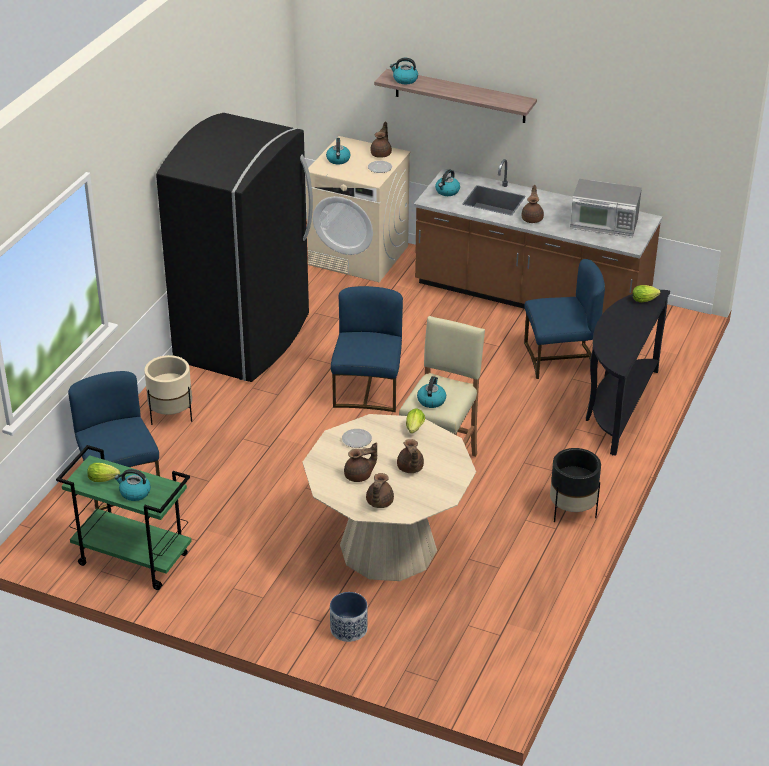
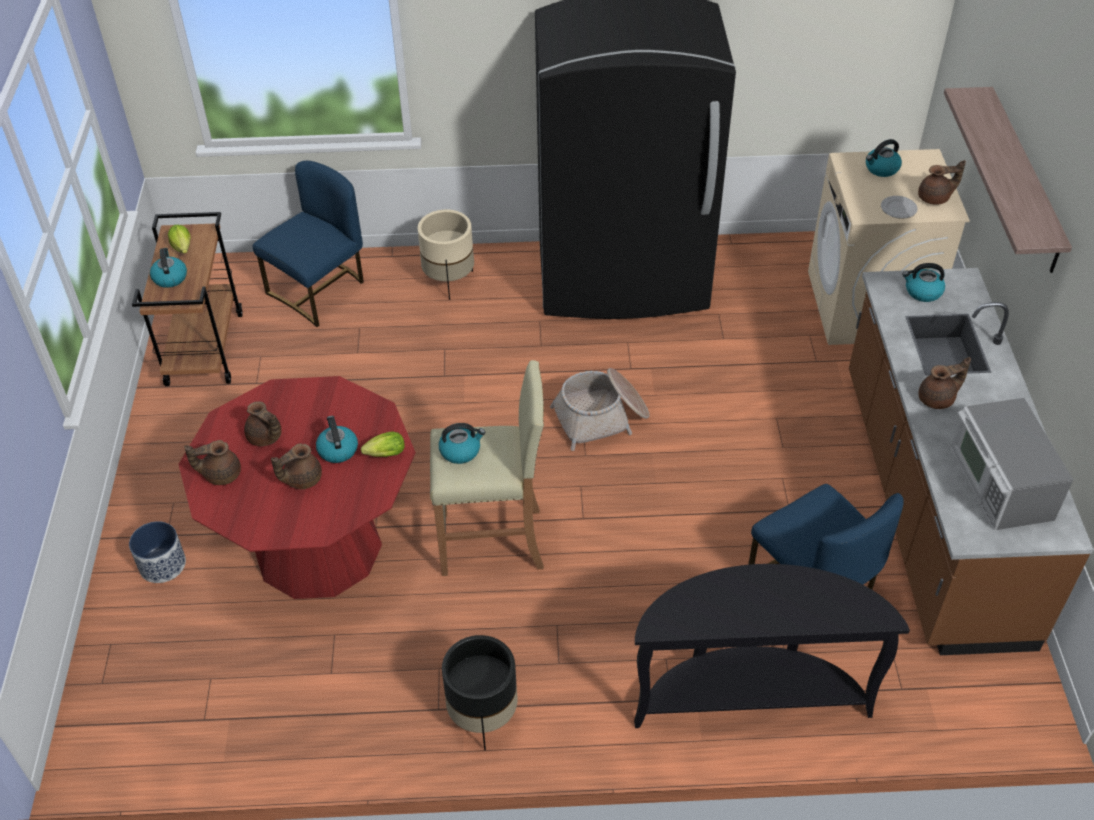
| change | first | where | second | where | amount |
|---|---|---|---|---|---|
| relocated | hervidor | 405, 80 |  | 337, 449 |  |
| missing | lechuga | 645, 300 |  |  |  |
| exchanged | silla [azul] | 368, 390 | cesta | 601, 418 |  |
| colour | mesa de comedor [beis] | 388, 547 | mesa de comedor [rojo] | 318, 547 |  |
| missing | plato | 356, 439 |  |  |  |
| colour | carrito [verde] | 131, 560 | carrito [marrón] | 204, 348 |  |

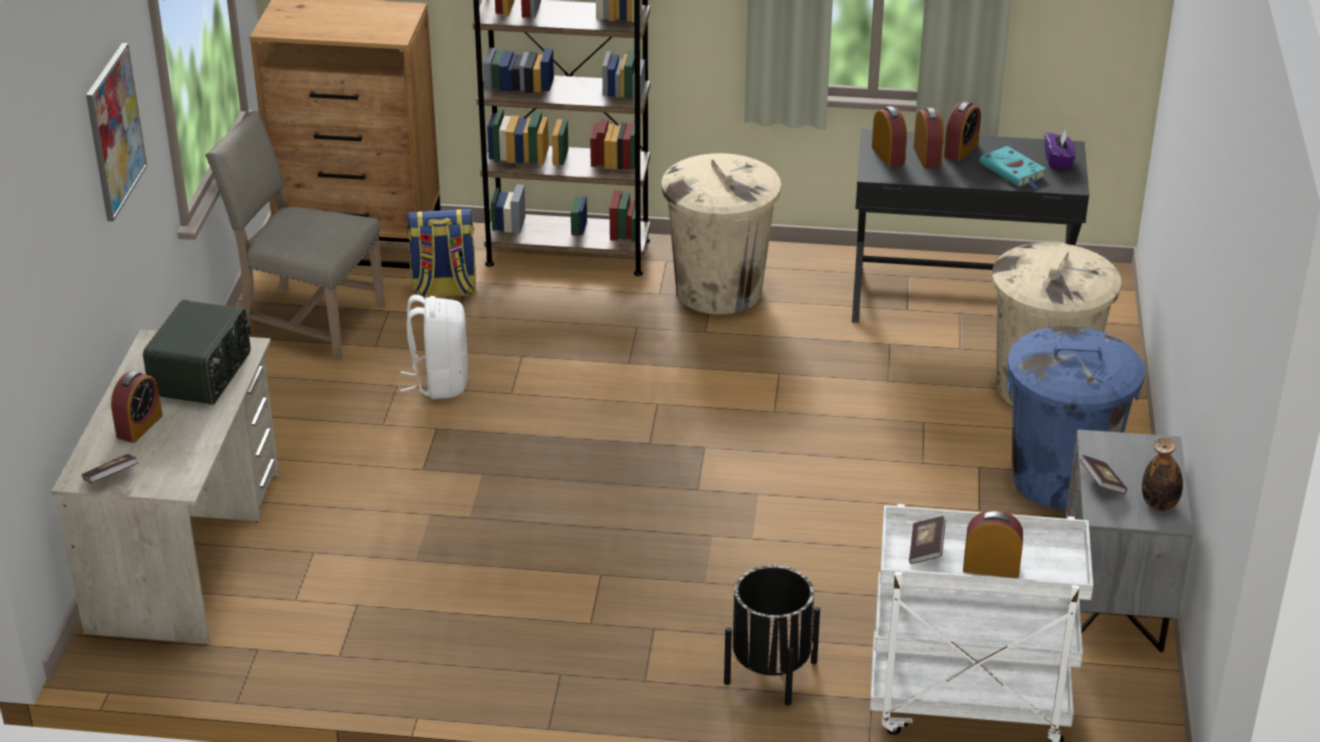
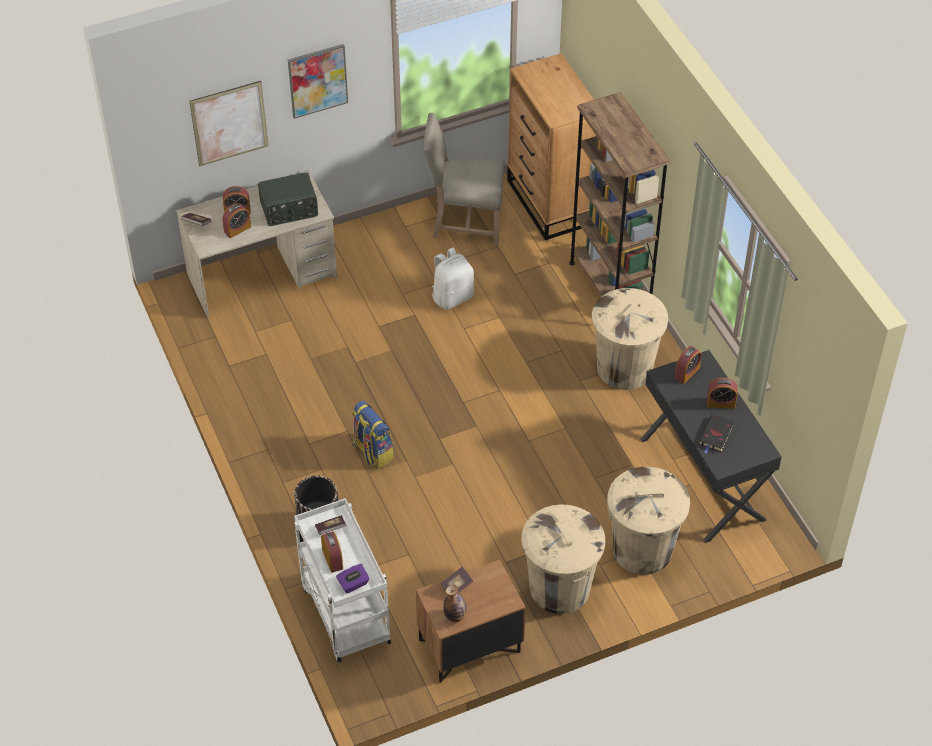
| change | first | where | second | where | amount |
|---|---|---|---|---|---|
| relocated | despertador | 927, 157 |  | 237, 229 |  |
| spun | silla [beis] | 307, 321 |  | 465, 221 | 75 degrees counterclockwise |
| relocated | caja de pañuelos [morado] | 1058, 161 |  | 353, 584 |  |
| colour | libro [turquesa] | 1013, 171 | libro [negro] | 715, 436 |  |
| relocated | mochila | 443, 291 |  | 372, 452 |  |
| colour | papelera [azul] | 1060, 479 | papelera [beis] | 559, 588 |  |
| colour | mesita de noche [gris] | 1113, 599 | mesita de noche [marrón] | 469, 647 |  |
| appeared |  |  | cuadro | 229, 123 |  |

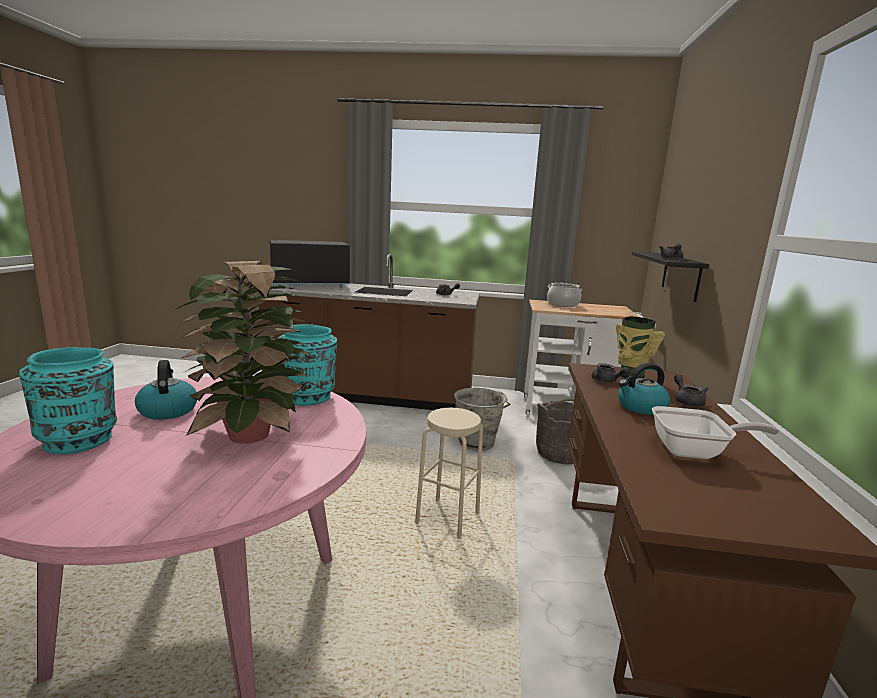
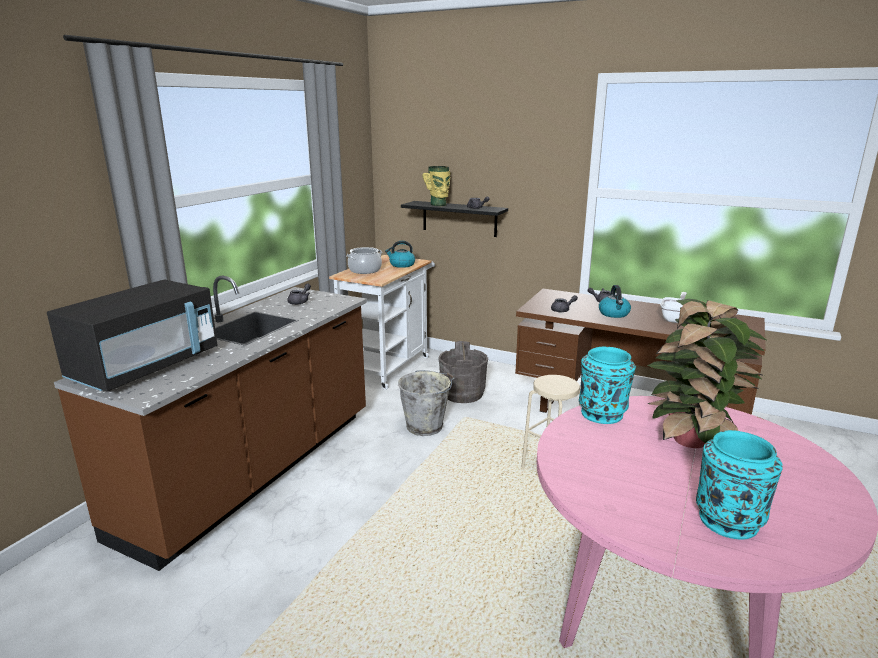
| change | first | where | second | where | amount |
|---|---|---|---|---|---|
| spun | microondas [negro] | 309, 284 |  | 146, 367 | 150 degrees counterclockwise |
| relocated | florero | 629, 376 |  | 439, 205 |  |
| relocated | hervidor | 167, 410 |  | 401, 265 |  |

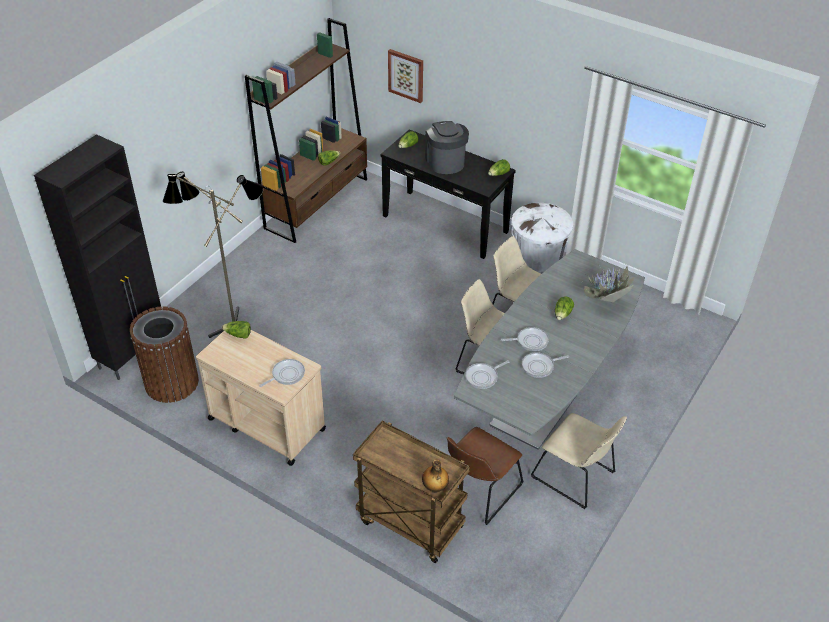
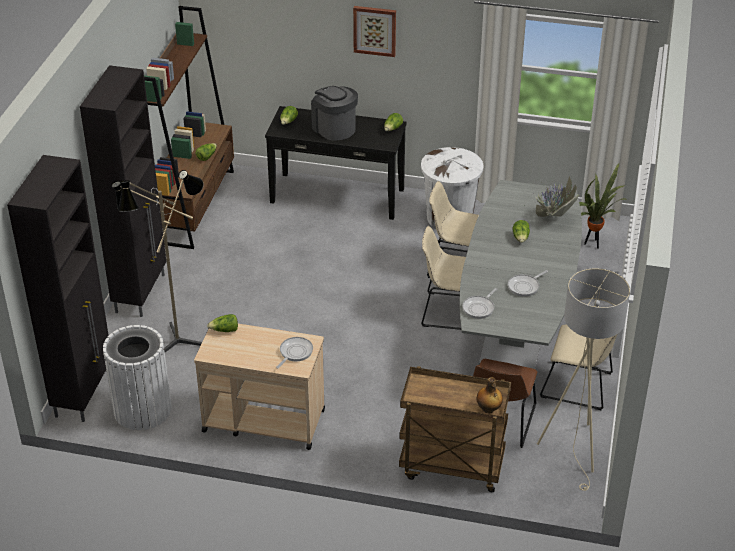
| change | first | where | second | where | amount |
|---|---|---|---|---|---|
| relocated | cuadro | 406, 75 |  | 375, 30 |  |
| colour | papelera [marrón] | 171, 382 | papelera [blanco] | 142, 409 |  |
| missing | sartén | 530, 341 |  |  |  |
| appeared |  |  | armario [negro] | 141, 293 |  |
| appeared |  |  | planta en maceta | 593, 243 |  |
| appeared |  |  | lámpara de pie [beis] | 576, 450 |  |

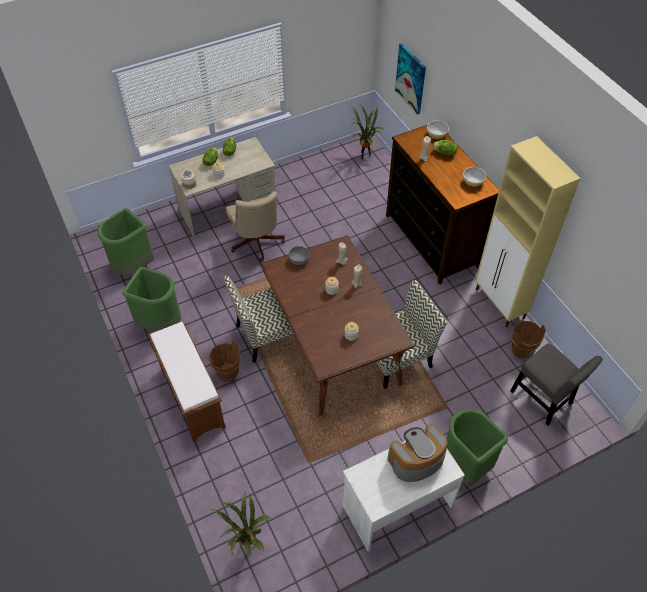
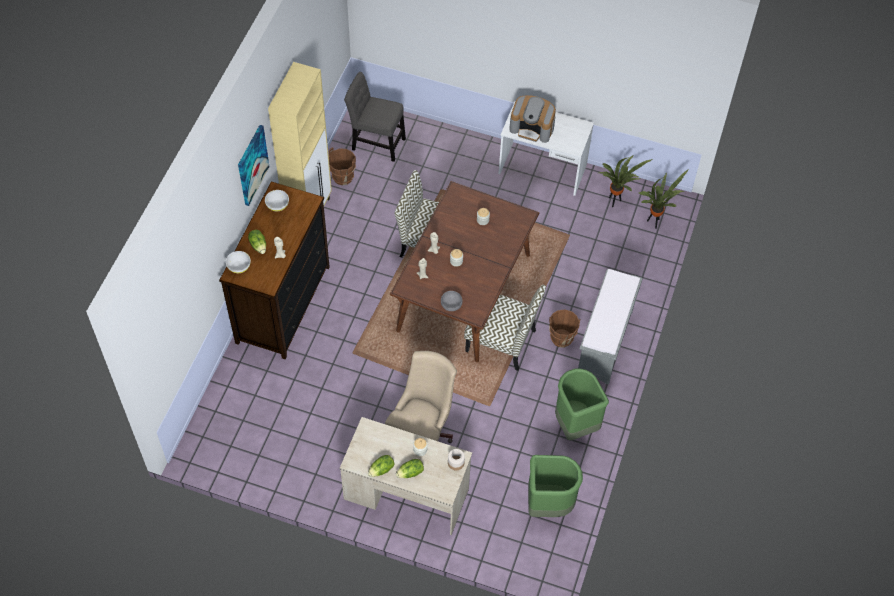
| change | first | where | second | where | amount |
|---|---|---|---|---|---|
| relocated | cuadro | 411, 78 |  | 252, 165 |  |
| relocated | planta en maceta | 364, 156 |  | 615, 202 |  |
| colour | banco [marrón] | 191, 397 | banco [gris] | 605, 343 |  |
| spun | silla [gris] | 543, 400 |  | 376, 142 | 75 degrees counterclockwise |
| missing | papelera [verde] | 464, 466 |  |  |  |

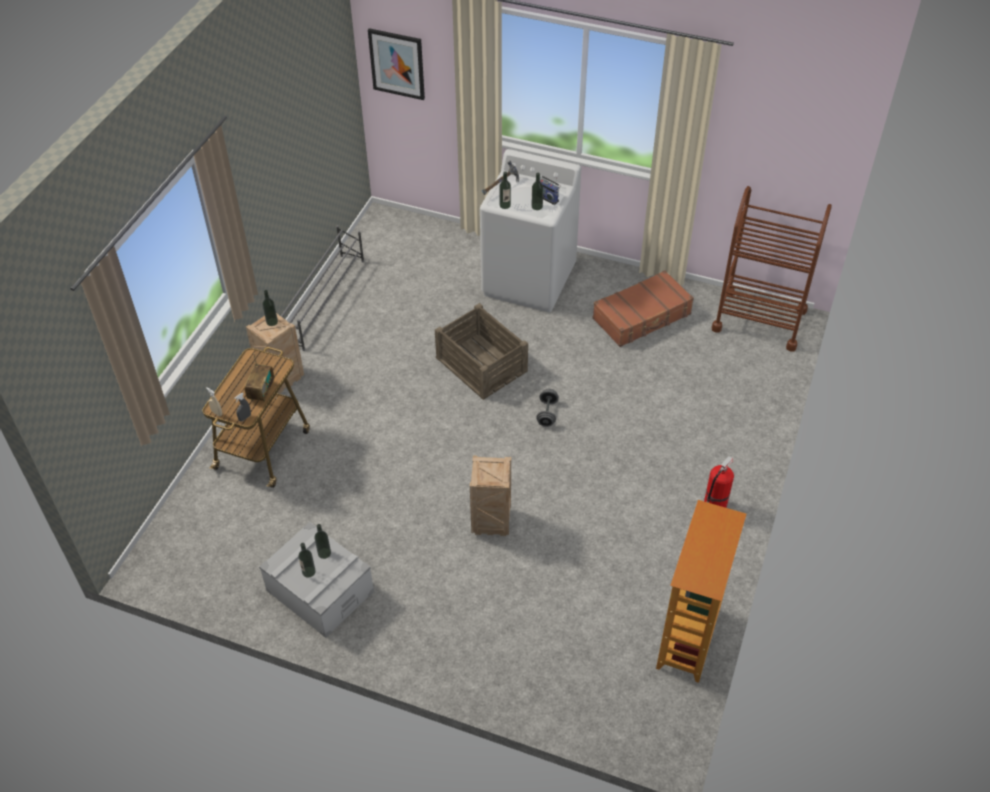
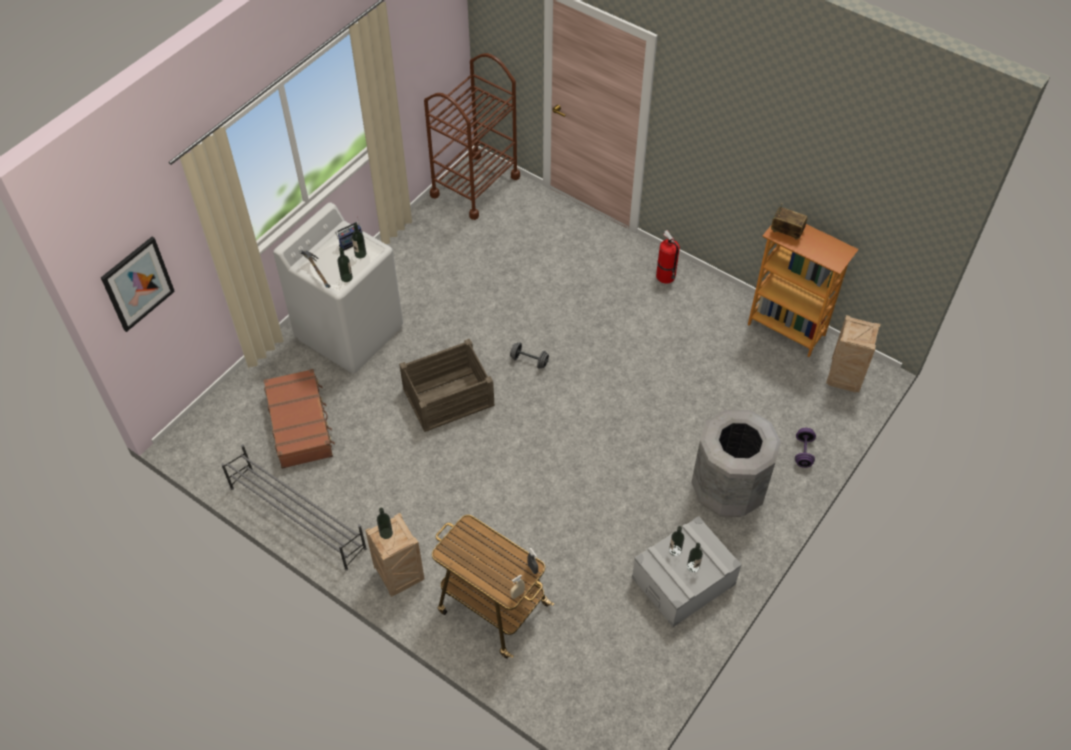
| change | first | where | second | where | amount |
|---|---|---|---|---|---|
| relocated | maleta [marrón] | 642, 317 |  | 300, 424 |  |
| relocated | radio | 261, 391 |  | 786, 231 |  |
| relocated | caja de embalaje | 490, 522 |  | 844, 379 |  |
| appeared |  |  | papelera [gris] | 728, 490 |  |
| appeared |  |  | mancuerna [morado] | 803, 452 |  |

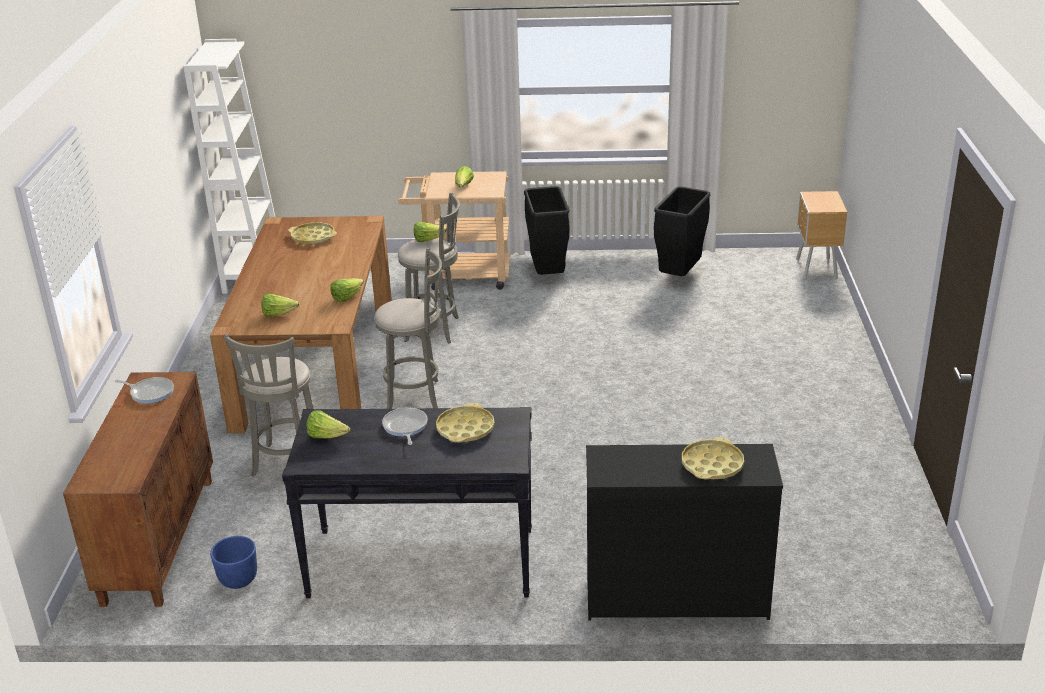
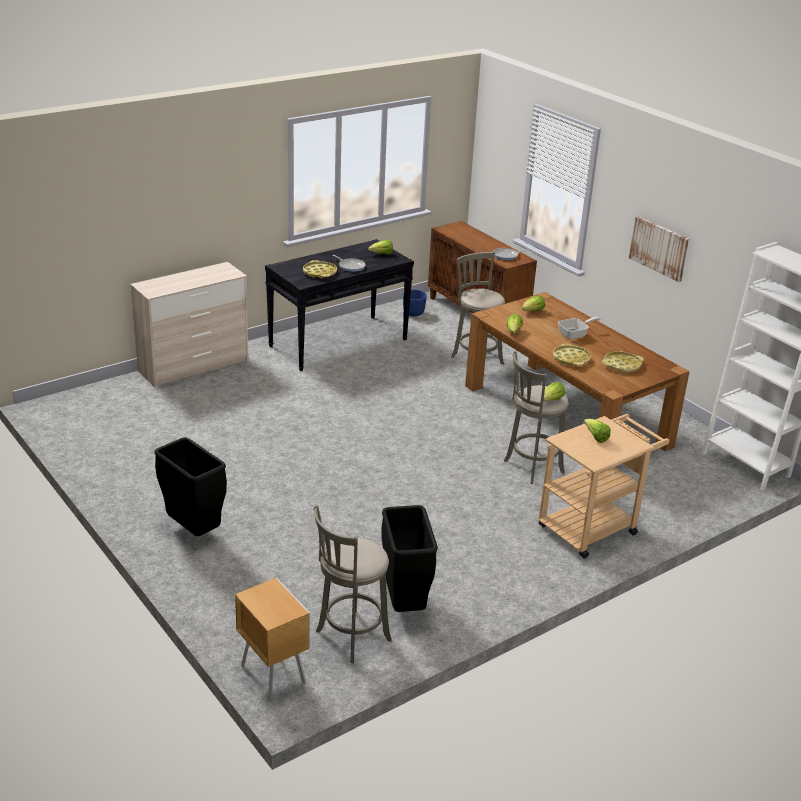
| change | first | where | second | where | amount |
|---|---|---|---|---|---|
| relocated | papelera [negro] | 548, 275 |  | 193, 531 |  |
| relocated | taburete [gris] | 417, 396 |  | 350, 637 |  |
| relocated | bandeja [amarillo] | 712, 465 |  | 571, 359 |  |
| colour | cómoda [negro] | 676, 597 | cómoda [beis] | 194, 367 |  |
| appeared |  |  | cuadro | 659, 248 |  |
| appeared |  |  | sartén | 575, 334 |  |

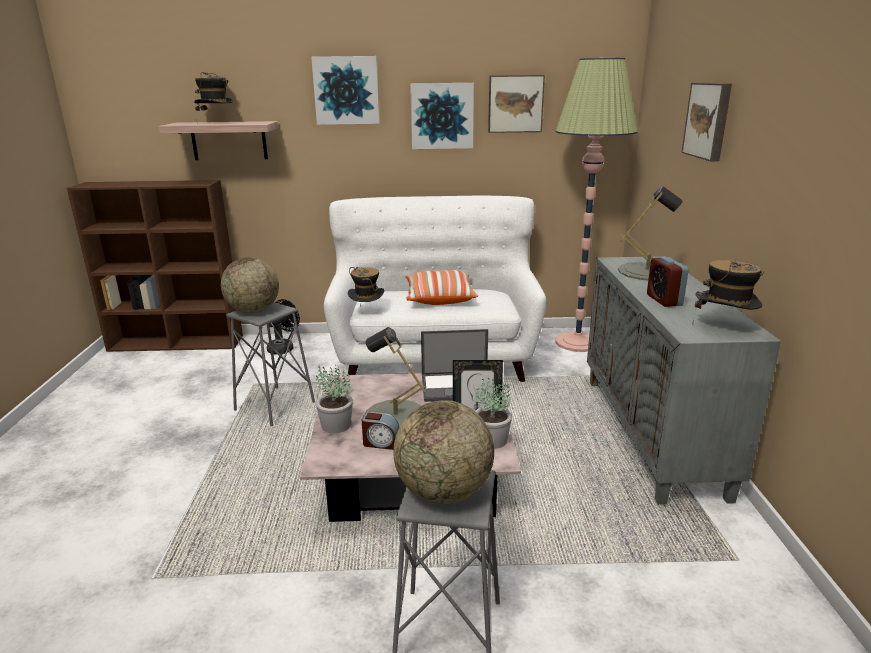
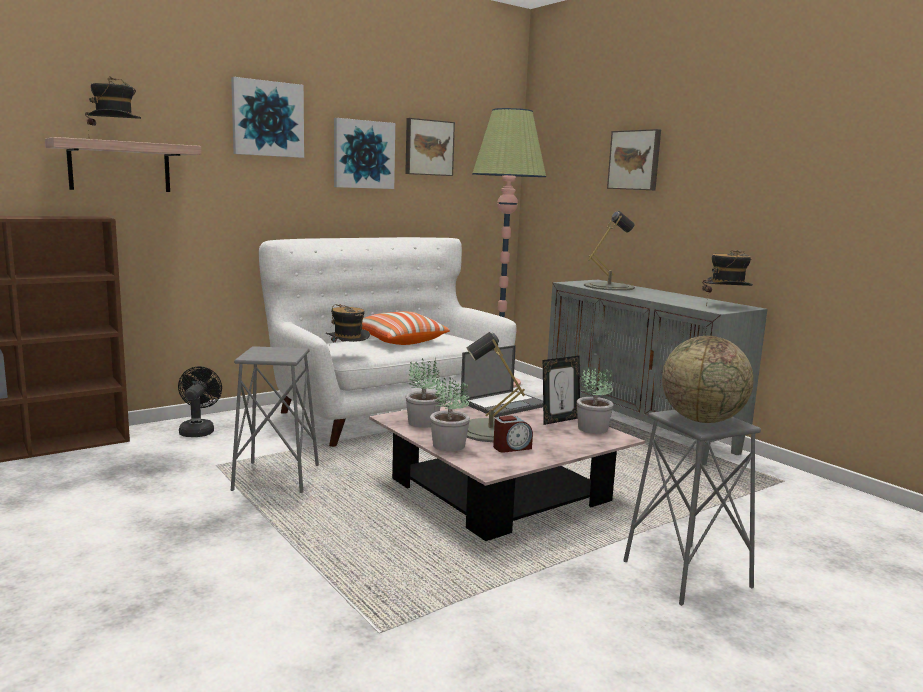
| change | first | where | second | where | amount |
|---|---|---|---|---|---|
| missing | globo terráqueo | 253, 311 |  |  |  |
| missing | despertador | 664, 300 |  |  |  |
| appeared |  |  | planta en maceta | 423, 422 |  |

